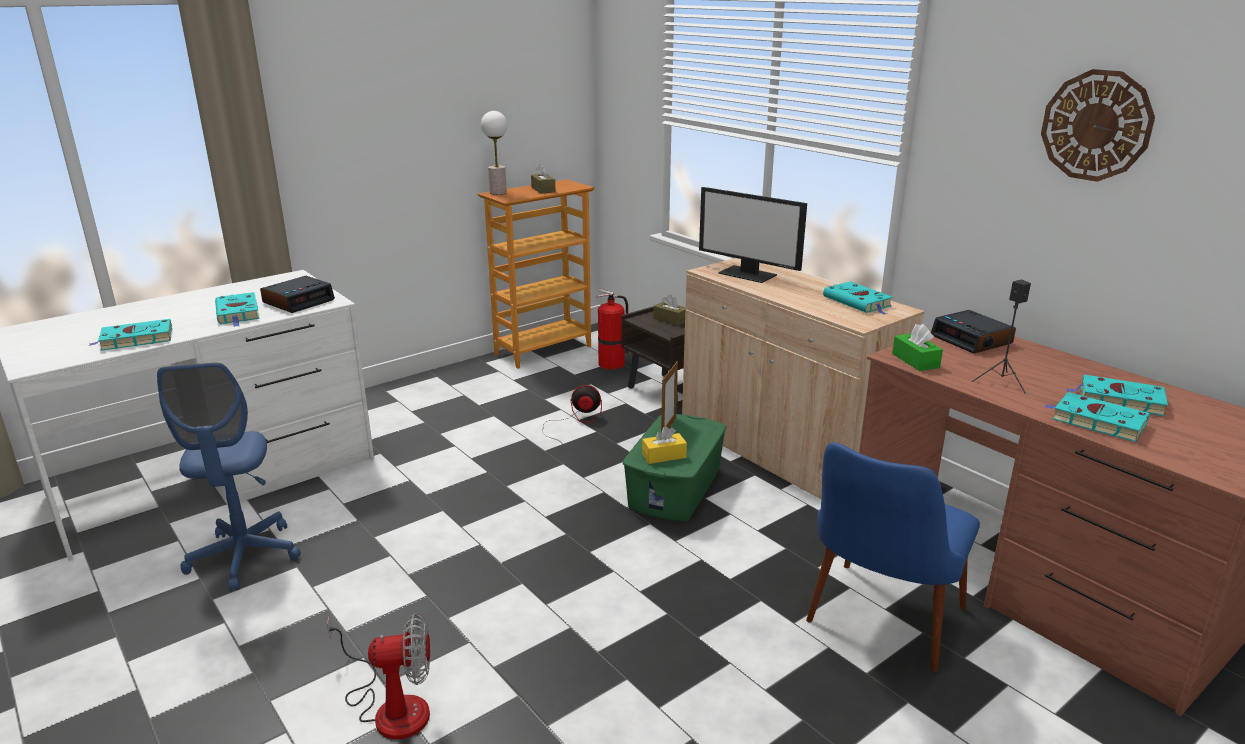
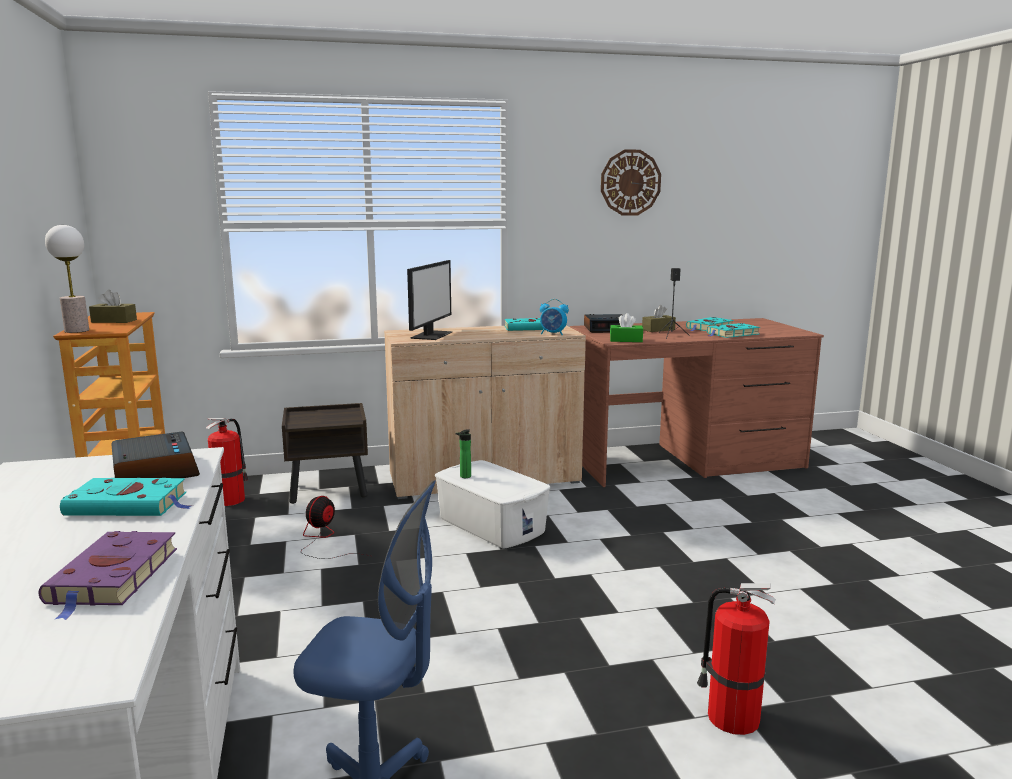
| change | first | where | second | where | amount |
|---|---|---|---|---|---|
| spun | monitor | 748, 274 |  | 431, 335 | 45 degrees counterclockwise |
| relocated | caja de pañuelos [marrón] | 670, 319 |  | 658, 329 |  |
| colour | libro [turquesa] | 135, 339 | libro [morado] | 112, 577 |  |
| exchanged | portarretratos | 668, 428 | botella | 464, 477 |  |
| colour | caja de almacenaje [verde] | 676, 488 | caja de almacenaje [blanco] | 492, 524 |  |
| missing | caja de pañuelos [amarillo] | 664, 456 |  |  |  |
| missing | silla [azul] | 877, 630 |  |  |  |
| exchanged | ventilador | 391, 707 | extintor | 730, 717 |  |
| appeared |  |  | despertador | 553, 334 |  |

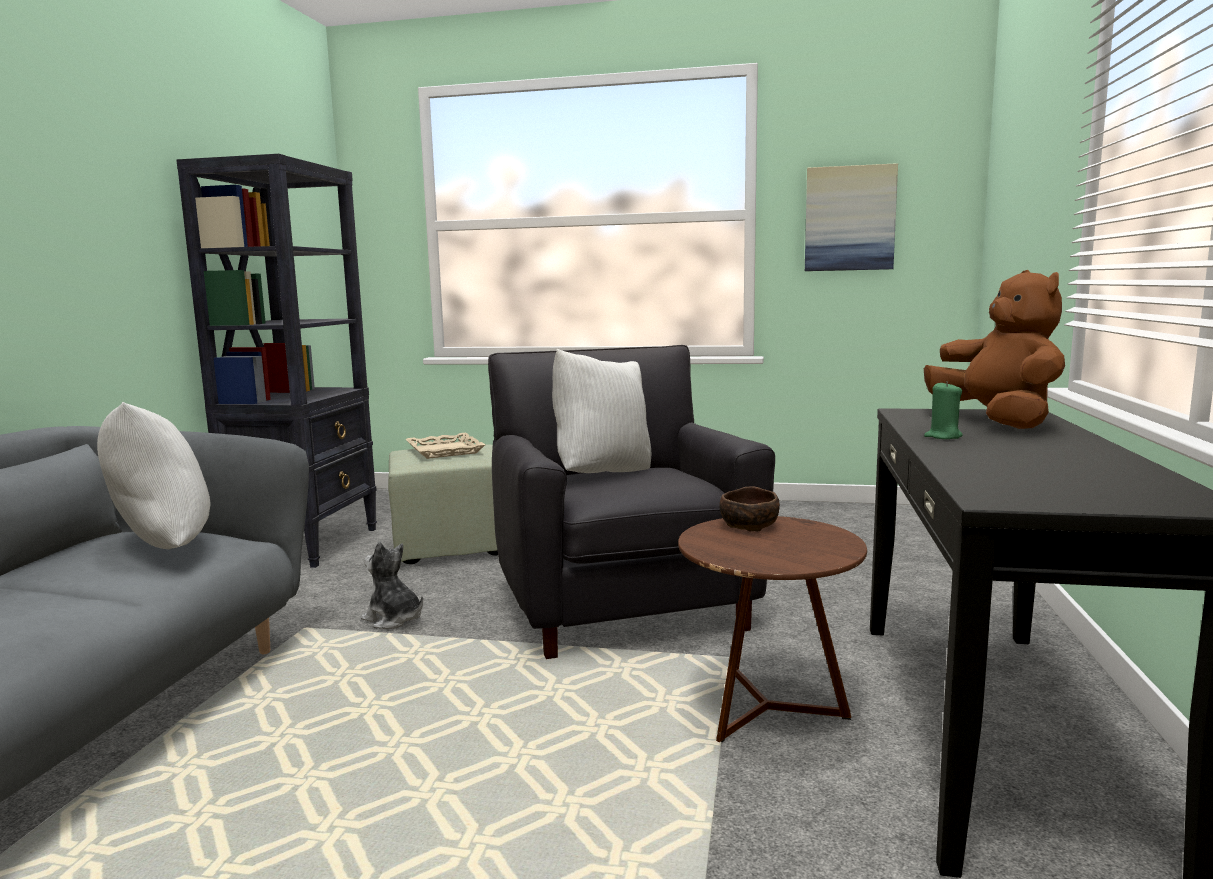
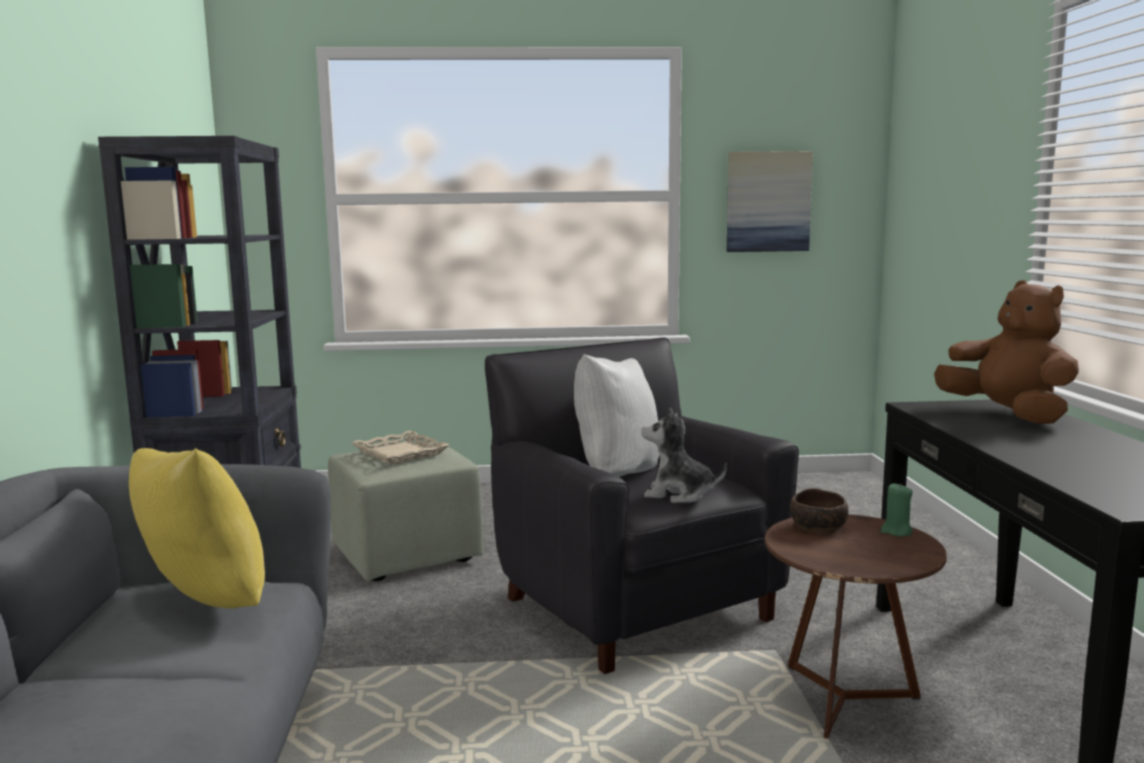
| change | first | where | second | where | amount |
|---|---|---|---|---|---|
| relocated | vela [verde] | 943, 436 |  | 896, 531 |  |
| colour | cojín [blanco] | 161, 549 | cojín [amarillo] | 202, 606 |  |
| relocated | peluche | 393, 619 |  | 679, 494 |  |

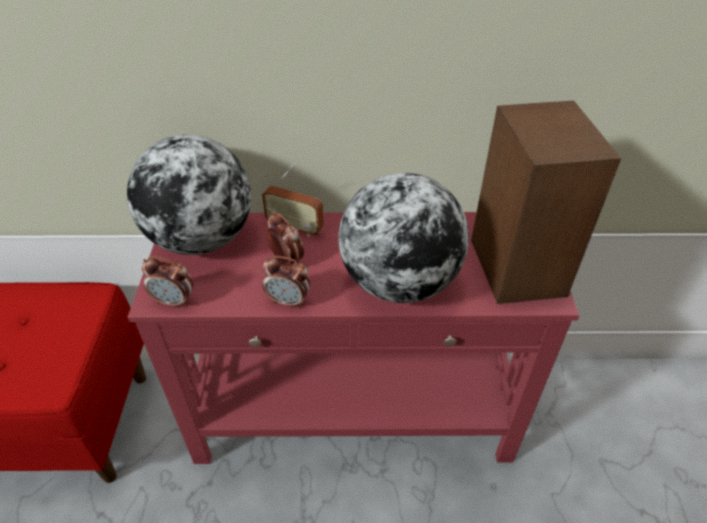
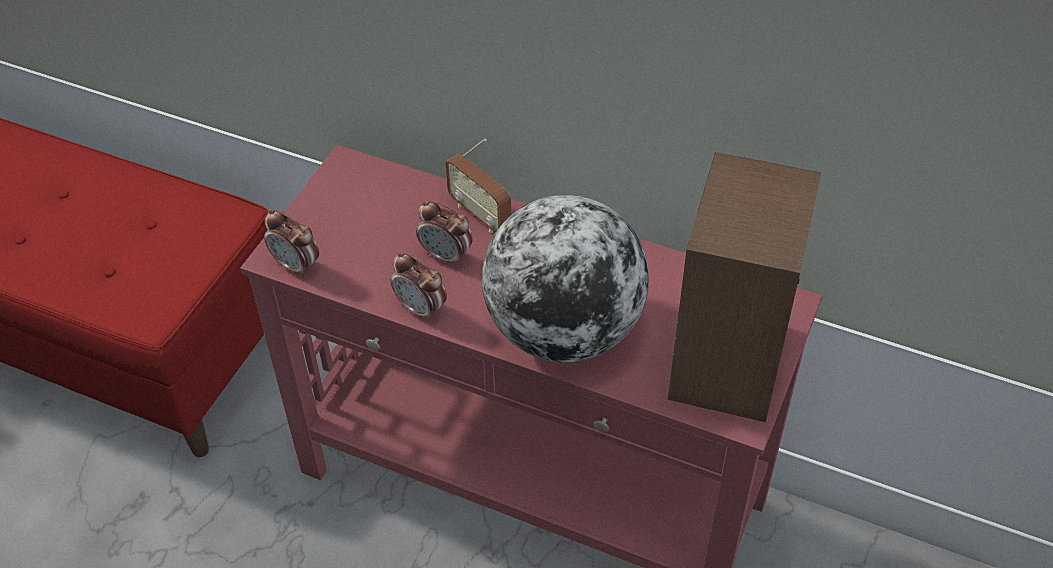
| change | first | where | second | where | amount |
|---|---|---|---|---|---|
| missing | globo terráqueo | 201, 239 |  |  |  |
| spun | despertador | 286, 260 |  | 446, 256 | 135 degrees clockwise |

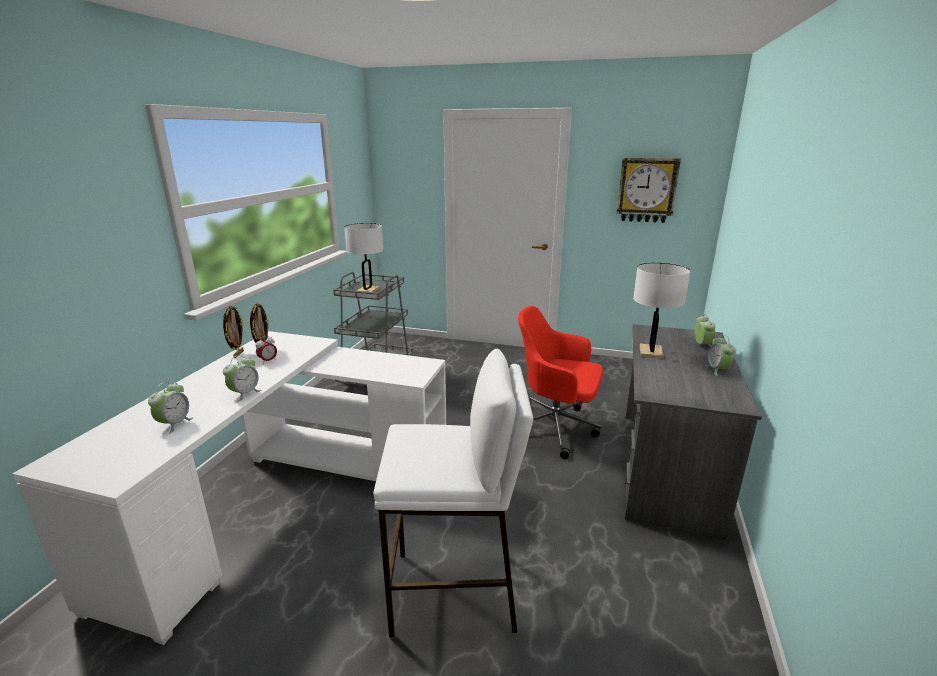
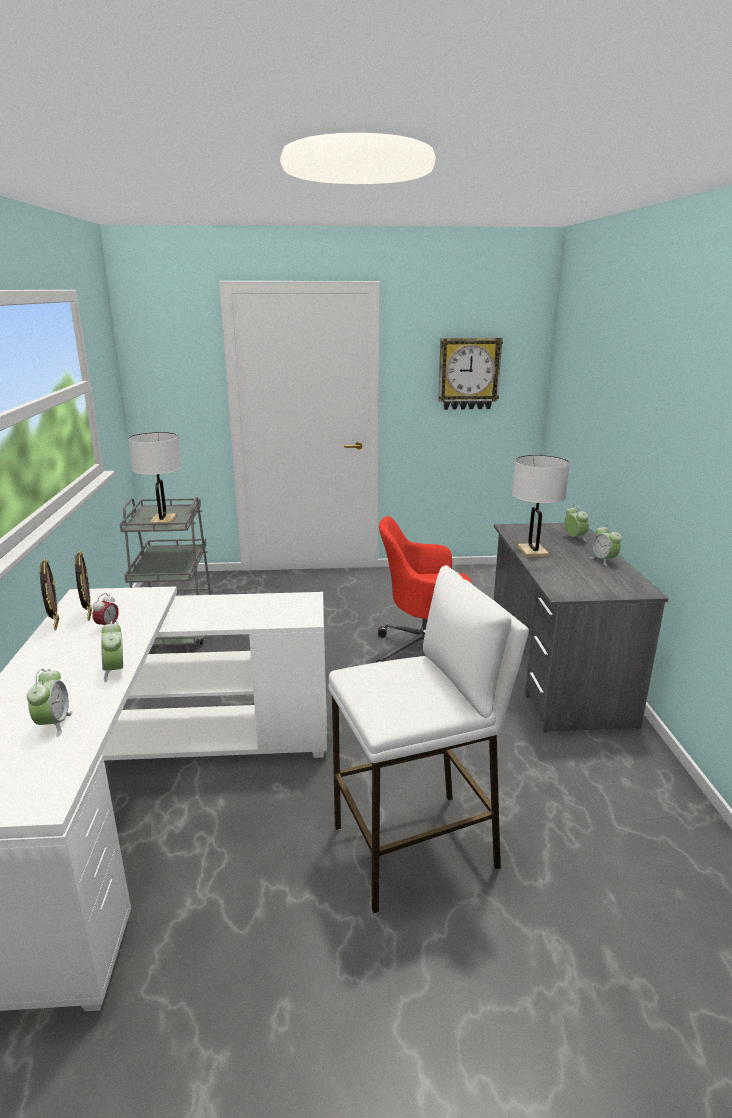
| change | first | where | second | where | amount |
|---|---|---|---|---|---|
| spun | despertador | 244, 394 |  | 115, 670 | 150 degrees clockwise |

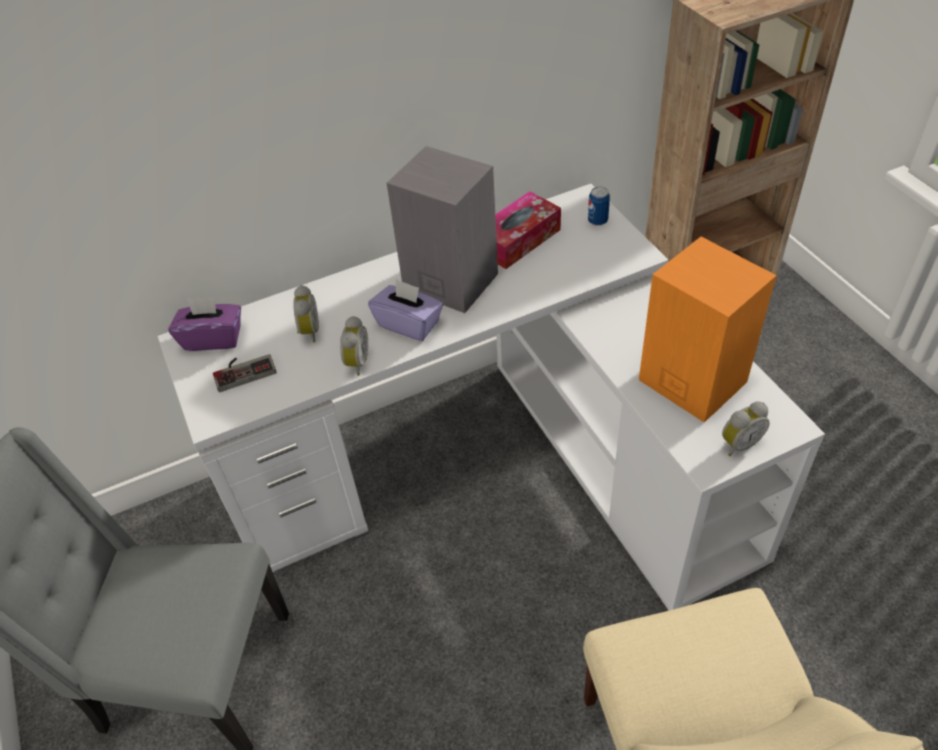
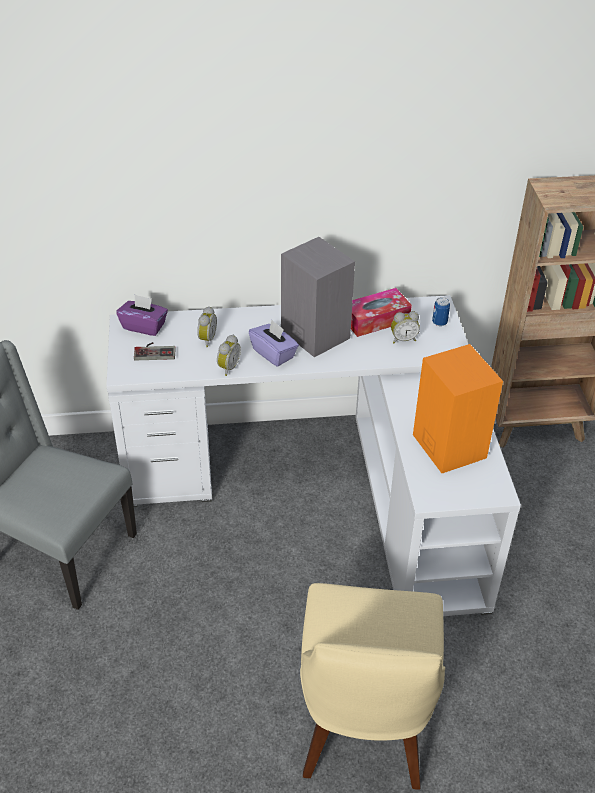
| change | first | where | second | where | amount |
|---|---|---|---|---|---|
| relocated | despertador | 738, 443 |  | 403, 339 |  |

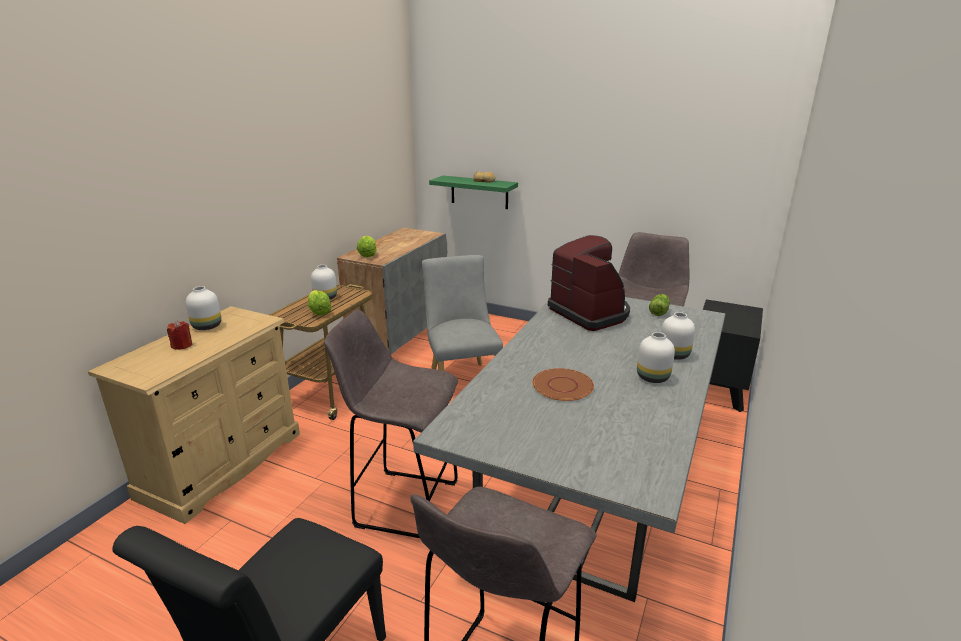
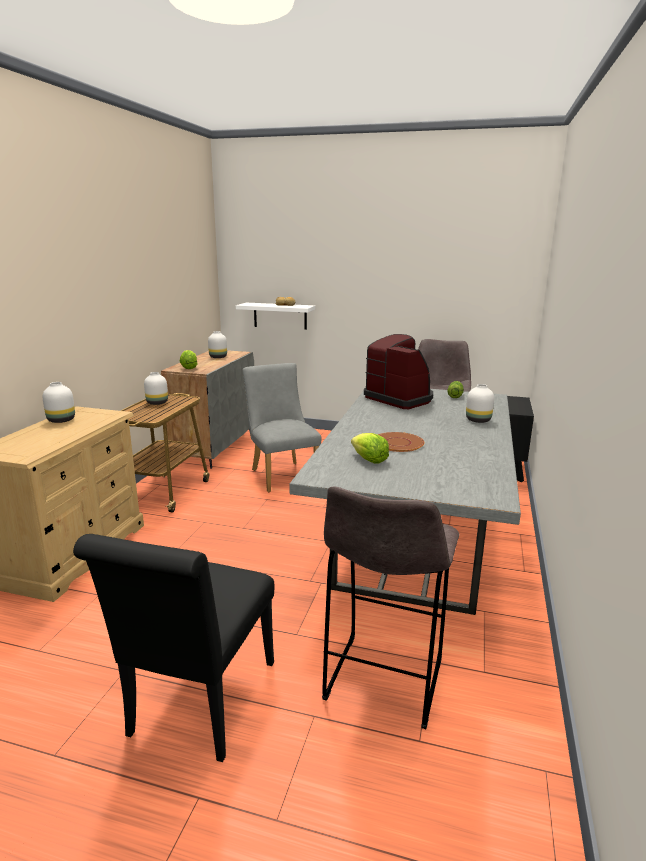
| change | first | where | second | where | amount |
|---|---|---|---|---|---|
| colour | estante [verde] | 479, 192 | estante [blanco] | 280, 316 |  |
| relocated | lechuga | 319, 312 |  | 369, 460 |  |
| missing | taburete [gris] | 403, 503 |  |  |  |
| missing | vela [rojo] | 182, 345 |  |  |  |
| relocated | florero [blanco] | 652, 377 |  | 218, 357 |  |

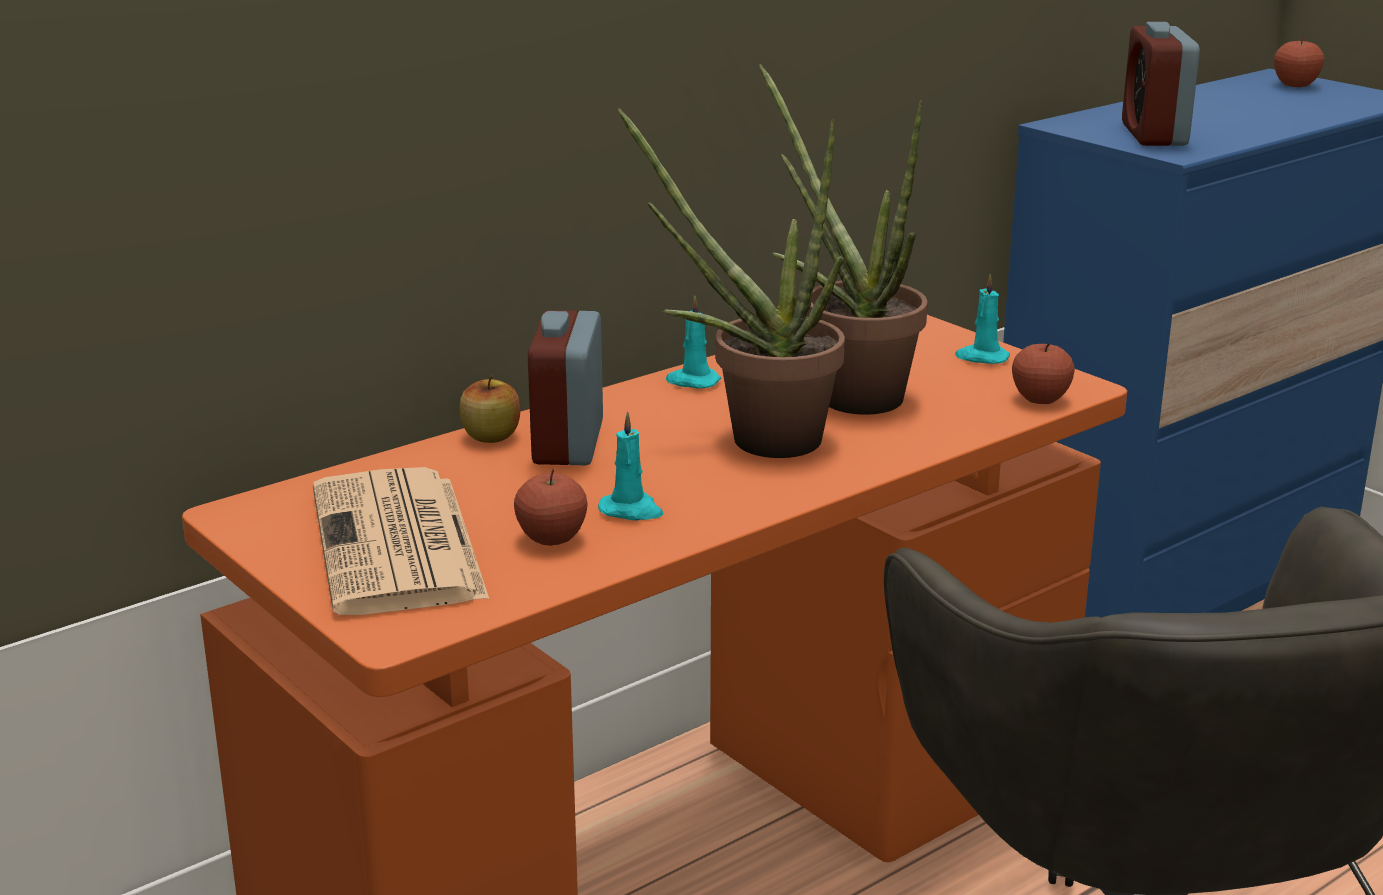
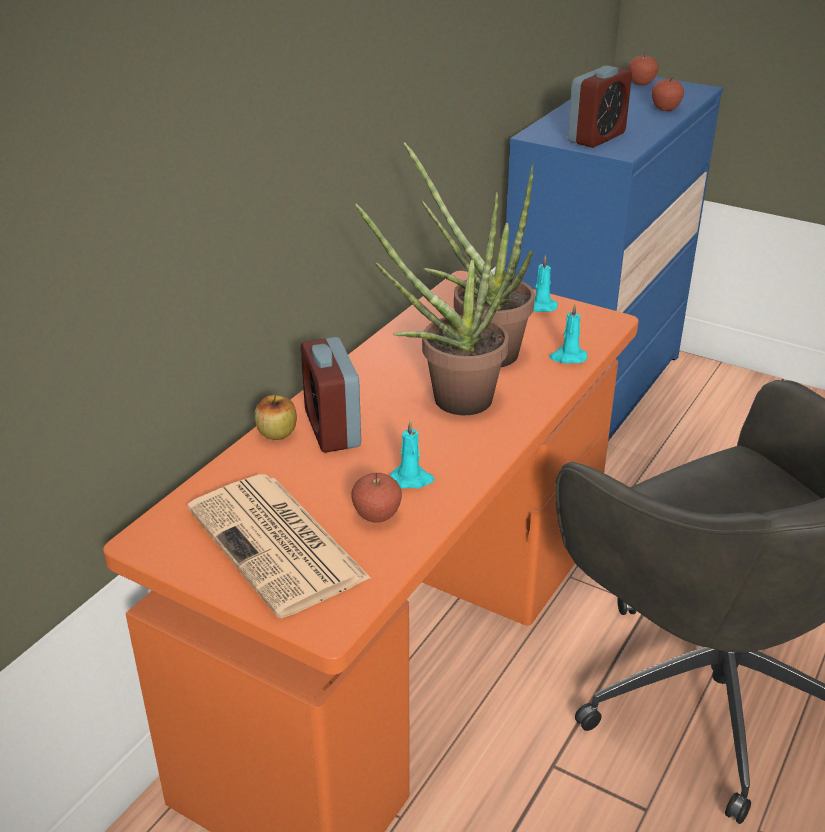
| change | first | where | second | where | amount |
|---|---|---|---|---|---|
| spun | despertador | 1154, 135 |  | 596, 138 | 120 degrees counterclockwise |
| relocated | vela [turquesa] | 692, 381 |  | 567, 357 |  |
| relocated | manzana | 1040, 399 |  | 665, 109 |  |

